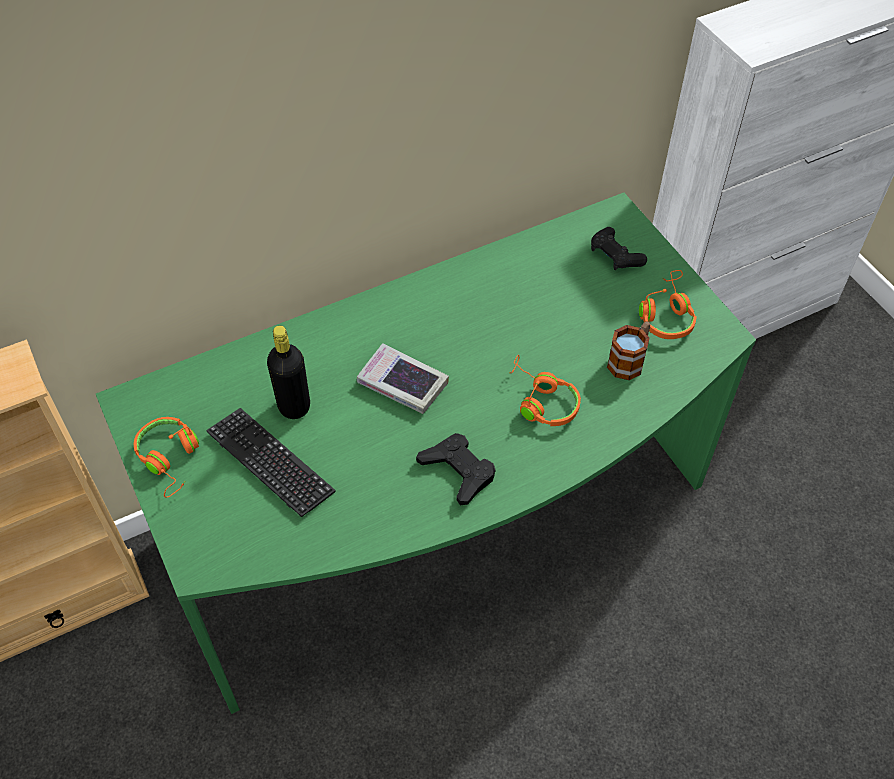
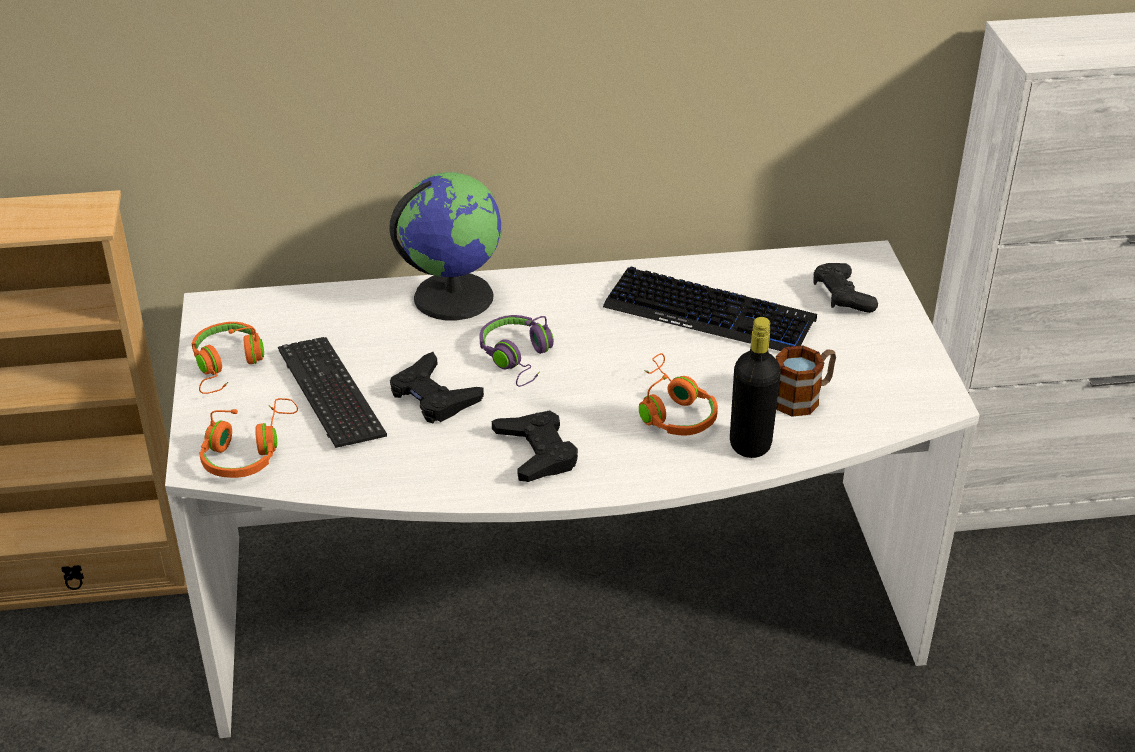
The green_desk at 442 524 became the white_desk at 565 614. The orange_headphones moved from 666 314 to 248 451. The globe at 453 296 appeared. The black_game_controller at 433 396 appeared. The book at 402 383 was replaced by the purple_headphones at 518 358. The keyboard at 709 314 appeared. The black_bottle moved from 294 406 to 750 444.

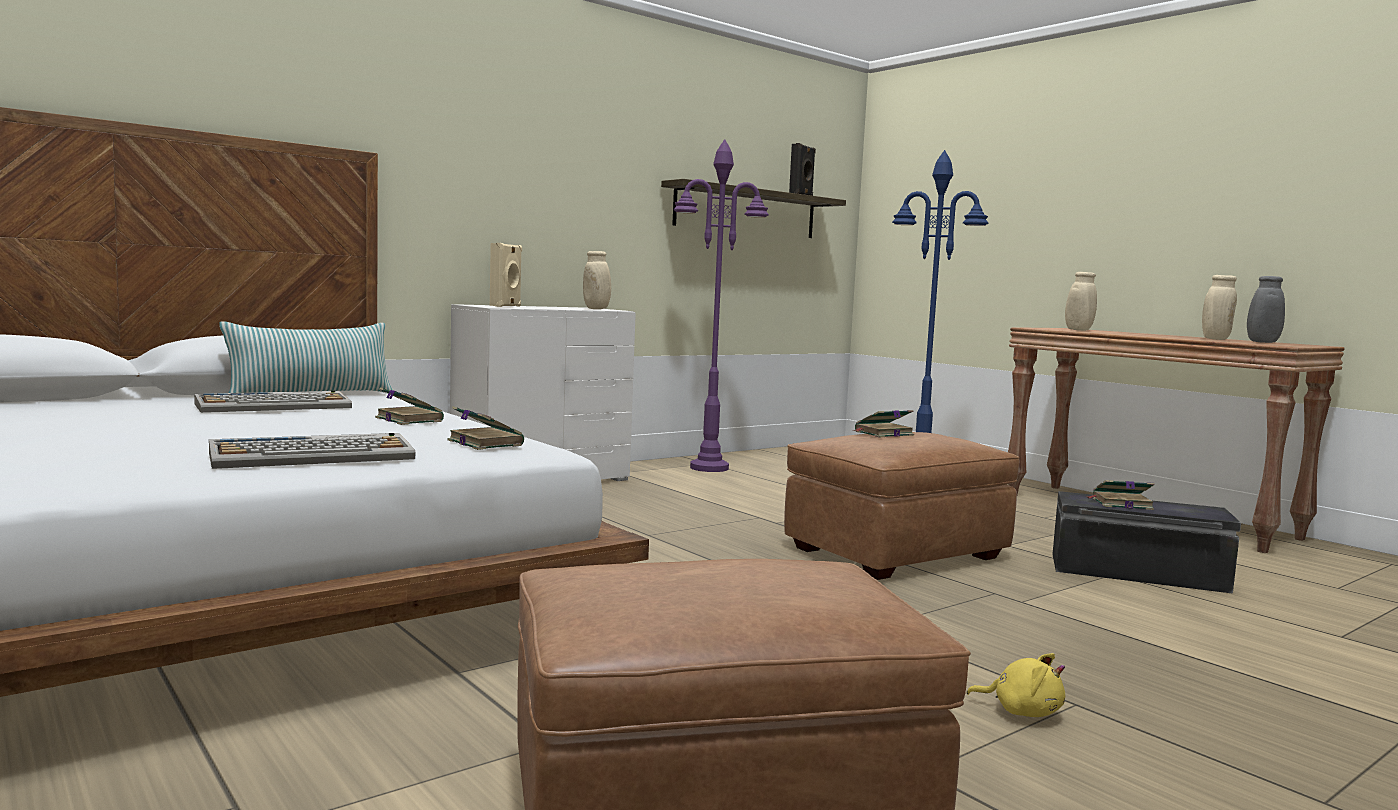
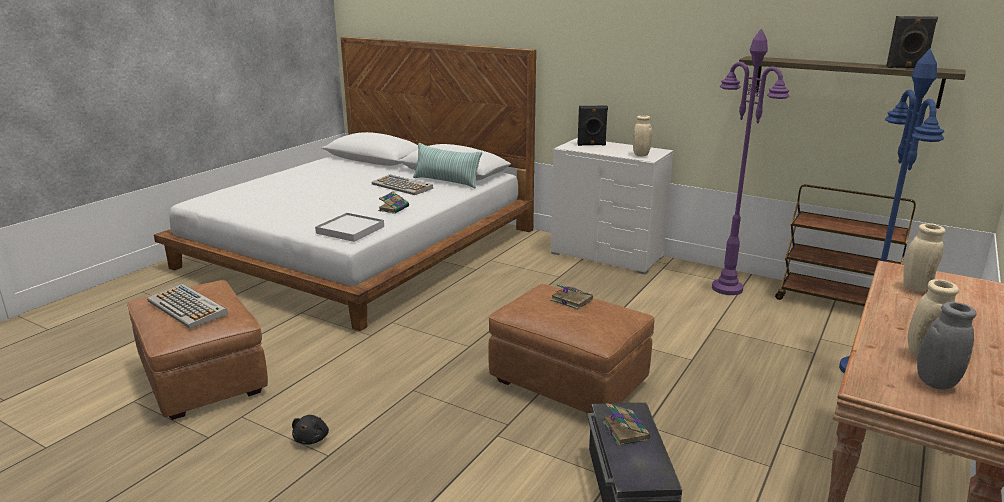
The keyboard moved from 314 455 to 188 307. The yellow_plush_toy at 1022 711 became the black_plush_toy at 312 439. The book at 484 442 was replaced by the white_tray at 350 230. The beige_speaker at 506 306 became the black_speaker at 591 145. The brown_cart at 834 302 appeared.

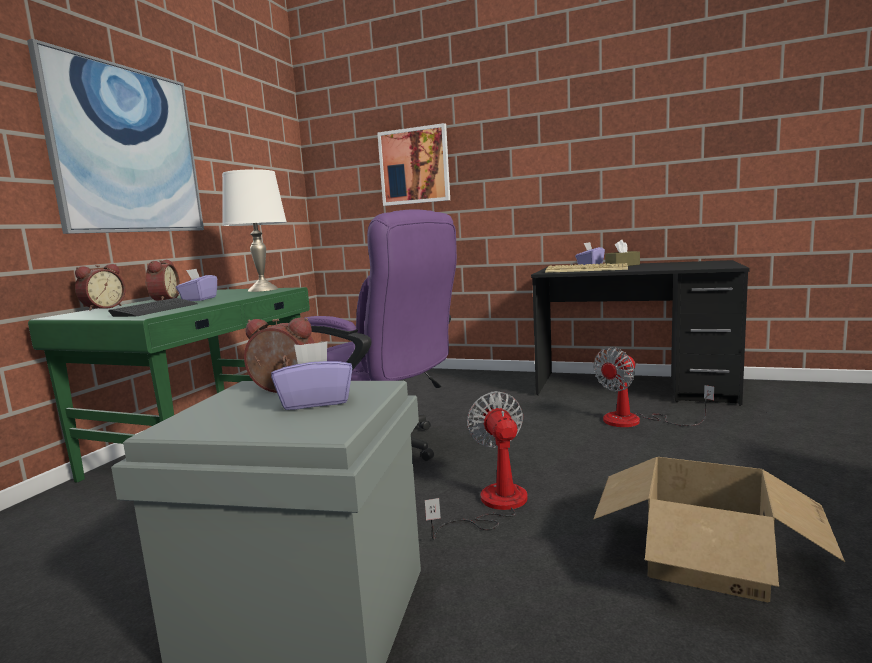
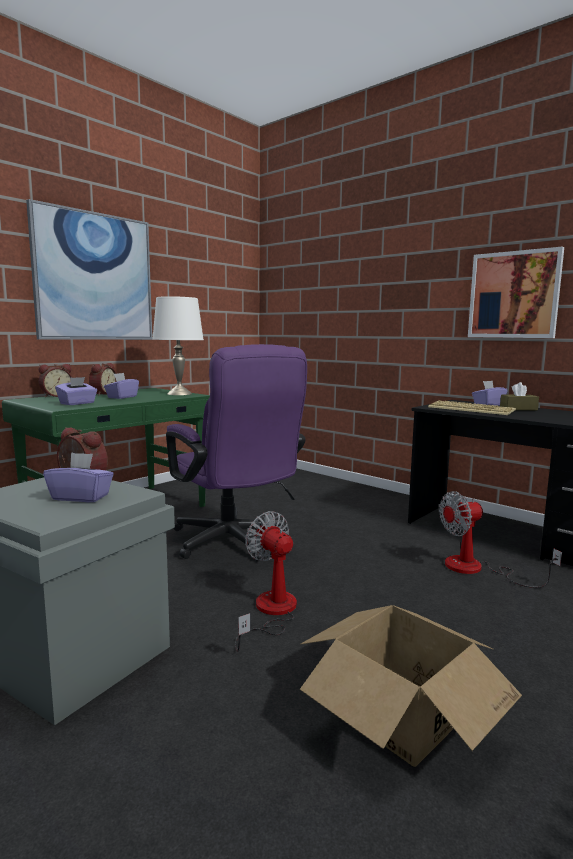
The keyboard at 156 310 was replaced by the purple_tissue_box at 77 403. The fan at 493 505 turned 45 degrees counterclockwise. The picture moved from 414 166 to 514 295.

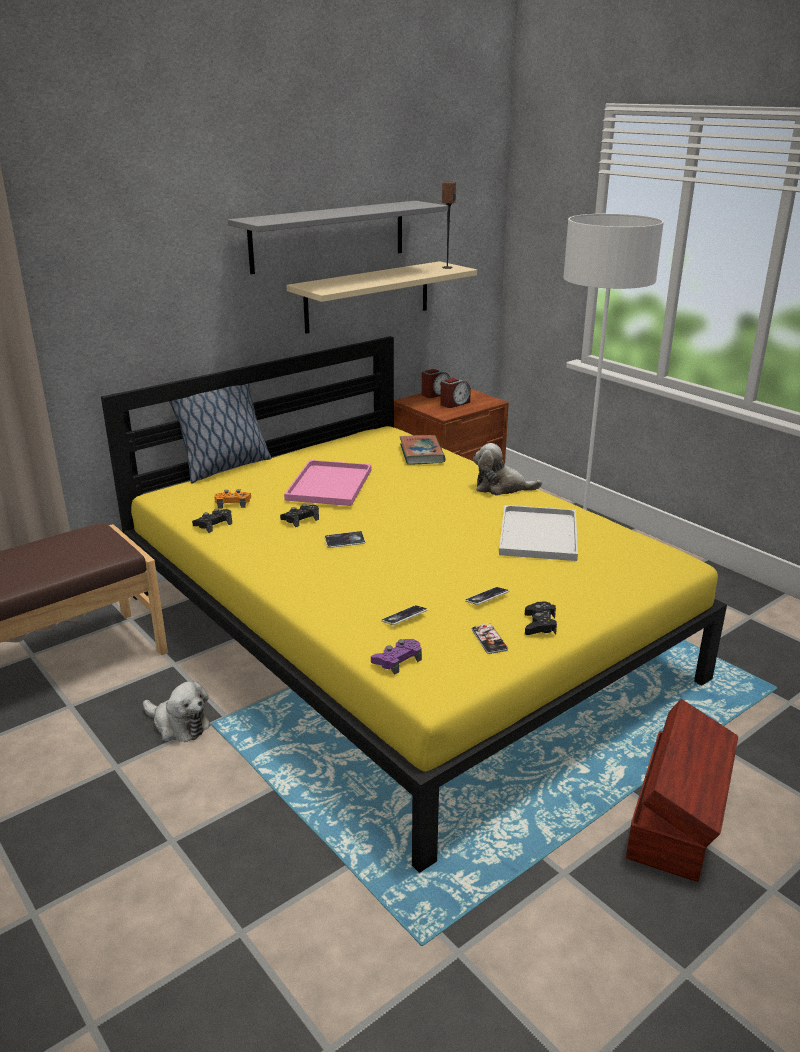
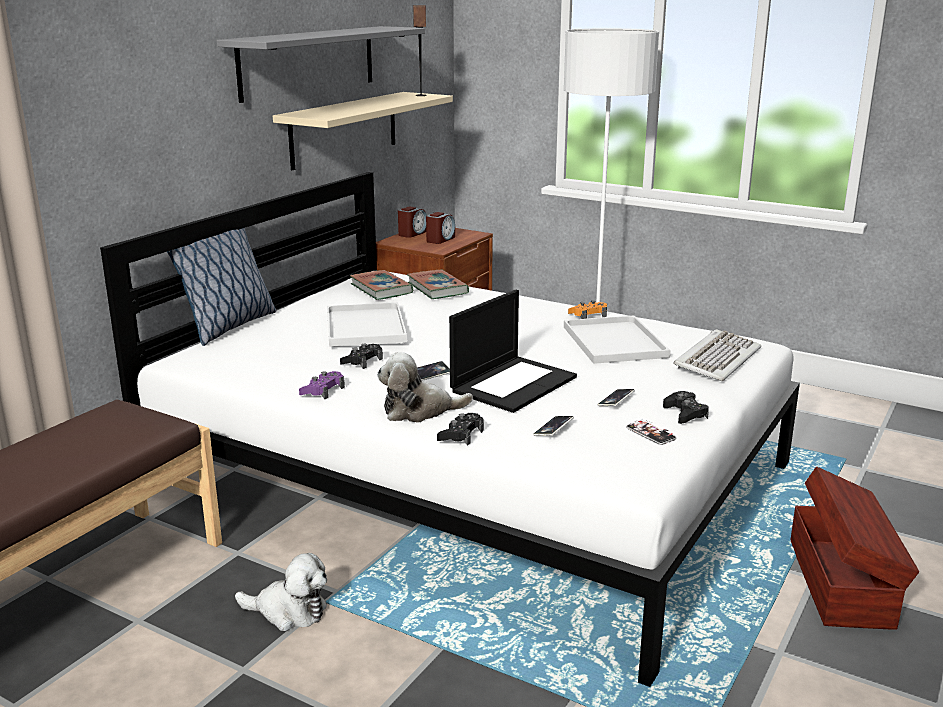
The yellow_bed at 401 634 became the white_bed at 472 477. The purple_game_controller moved from 397 660 to 322 391. The pink_tray at 330 485 became the white_tray at 366 327. The book at 381 289 appeared. The plush_toy moved from 501 487 to 419 410. The black_game_controller moved from 213 524 to 461 435. The laptop at 513 383 appeared. The orange_game_controller moved from 233 503 to 588 315. The keyboard at 716 359 appeared.

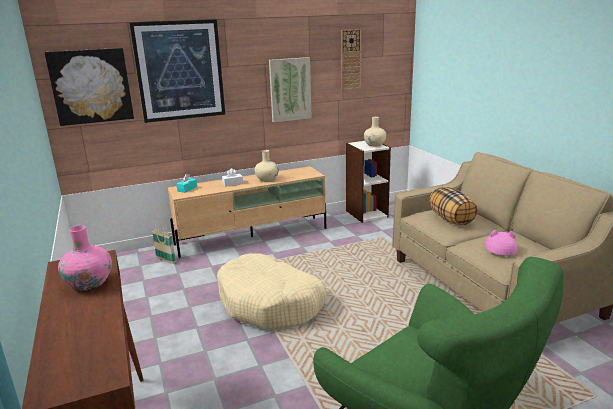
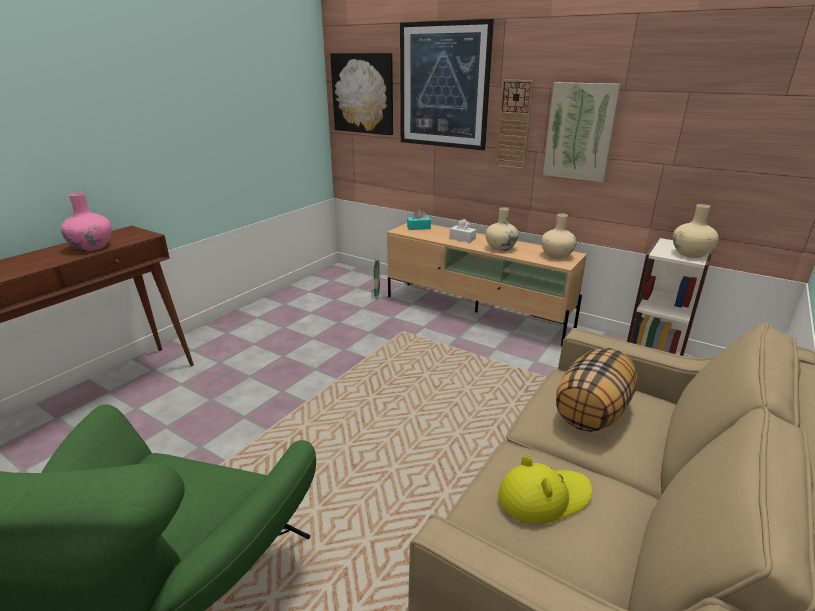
The wall_clock moved from 350 59 to 514 125. The pink_hat at 500 247 became the yellow_hat at 543 497. The beige_vase at 556 255 appeared. The beige_dog_bed at 270 303 disappeared.

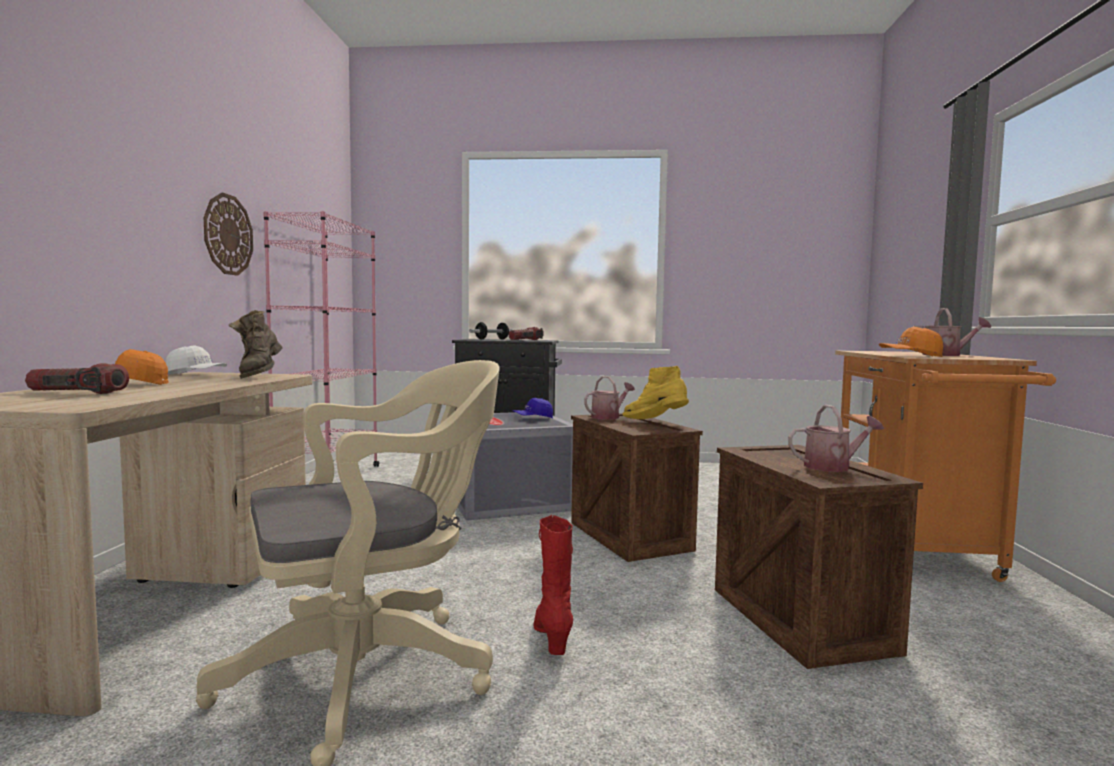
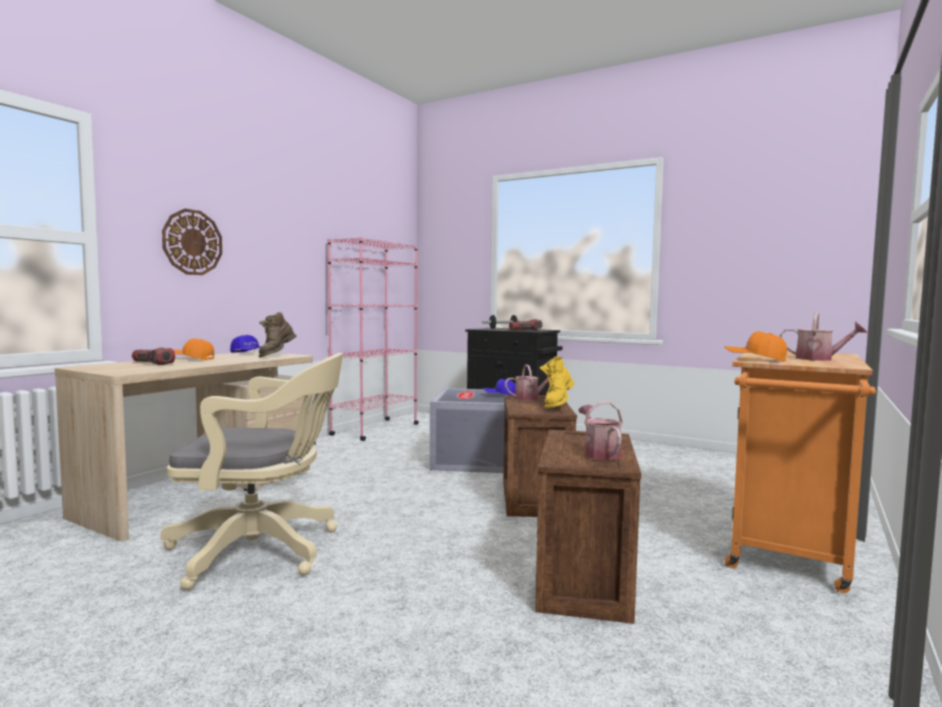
The wall_clock moved from 228 234 to 192 242. The white_cap at 196 374 became the blue_cap at 248 353. The yellow_boot at 655 422 turned 120 degrees counterclockwise. The watering_can at 833 466 turned 120 degrees counterclockwise. The red_boot at 552 636 disappeared.

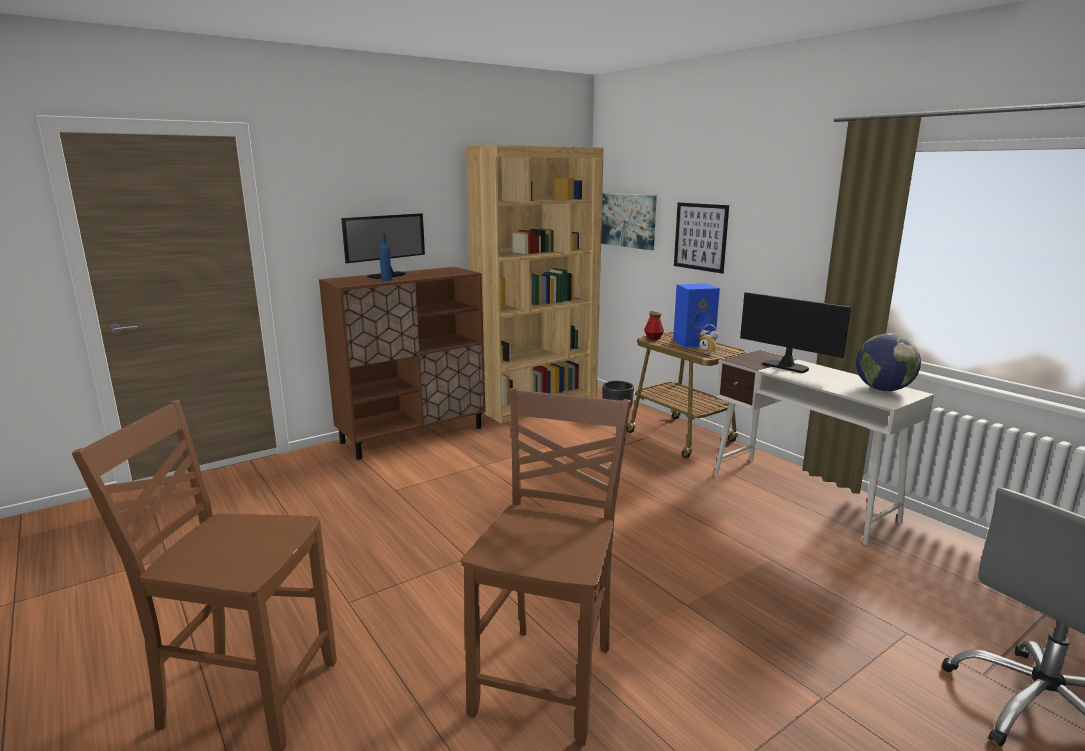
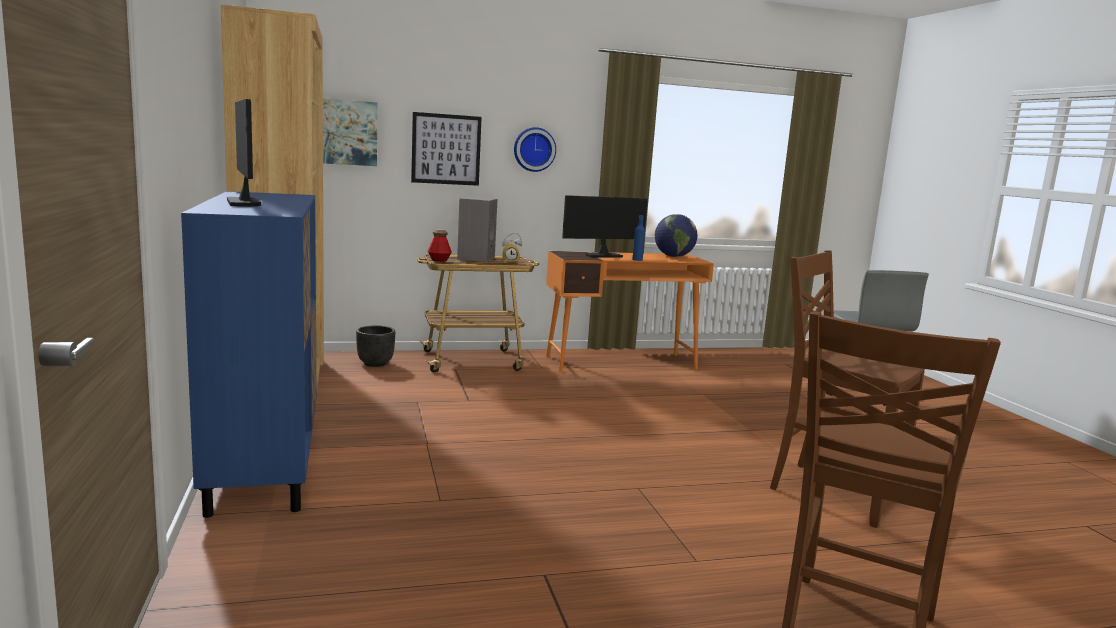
The brown_cabinet at 413 435 became the blue_cabinet at 265 463. The blue_speaker at 694 342 became the grey_speaker at 475 258. The wall_clock at 534 149 appeared. The white_desk at 802 497 became the orange_desk at 622 362. The blue_bottle moved from 386 280 to 637 260.

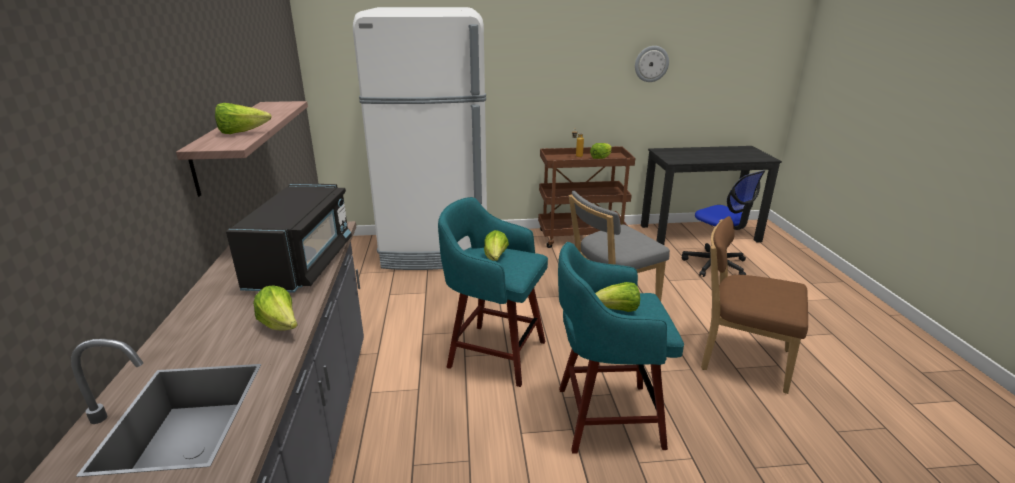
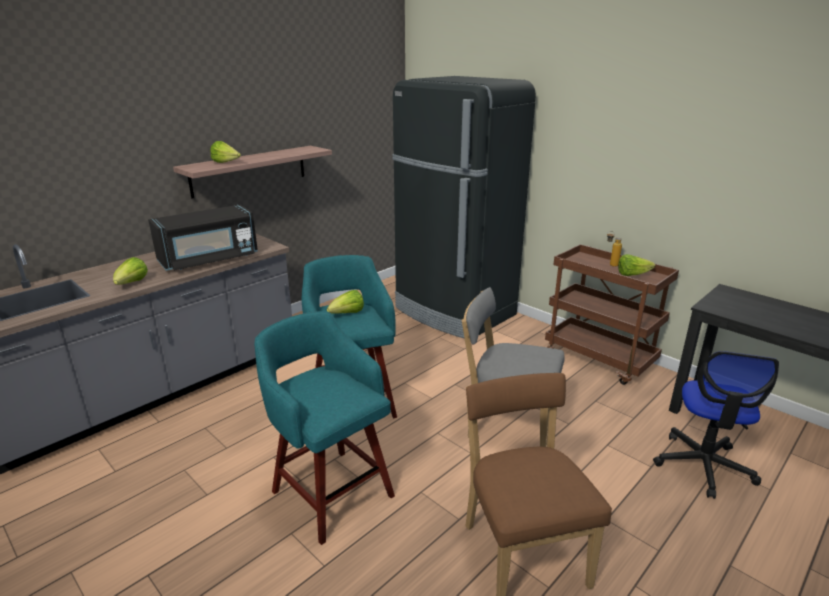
The white_fridge at 436 250 became the black_fridge at 454 312. The lettuce at 616 311 disappeared. The wall_clock at 651 64 disappeared.

